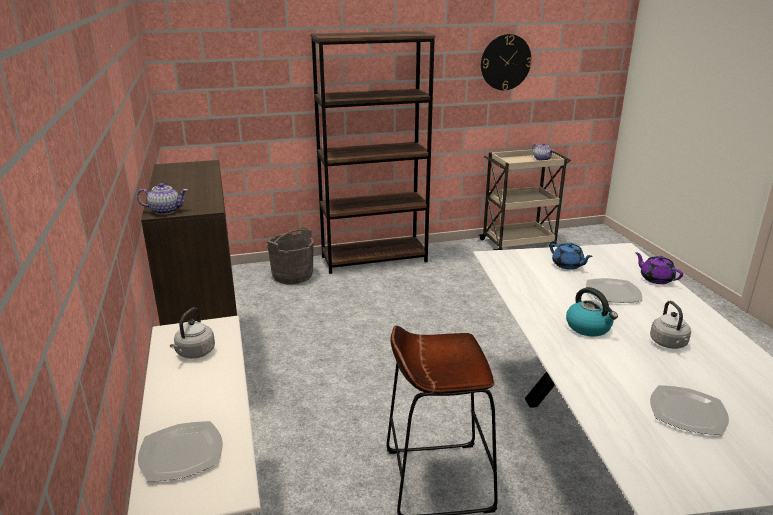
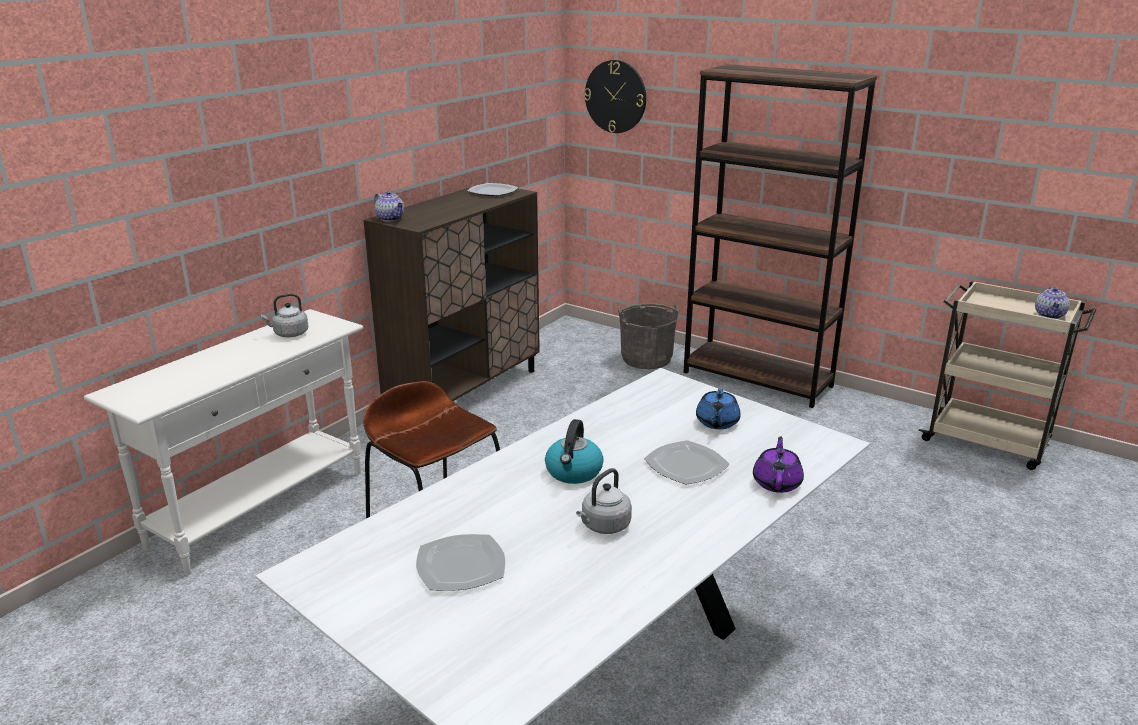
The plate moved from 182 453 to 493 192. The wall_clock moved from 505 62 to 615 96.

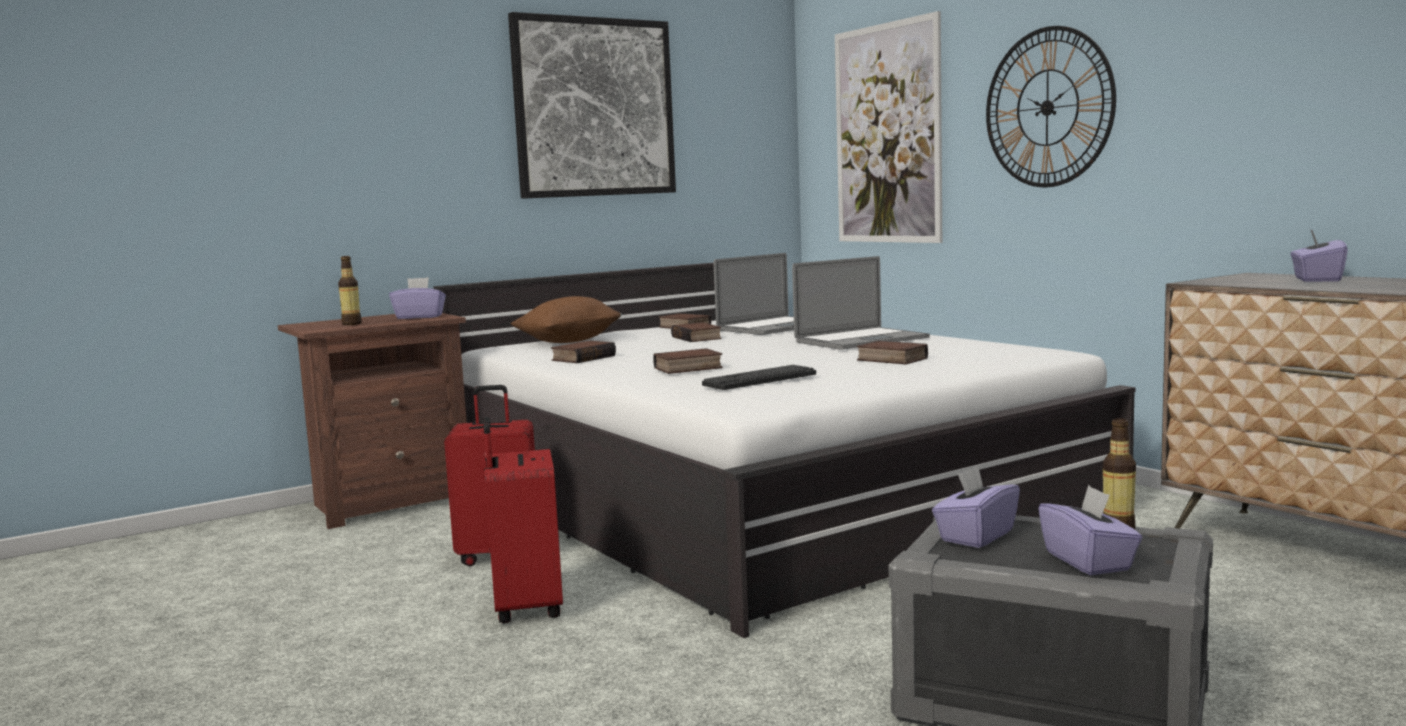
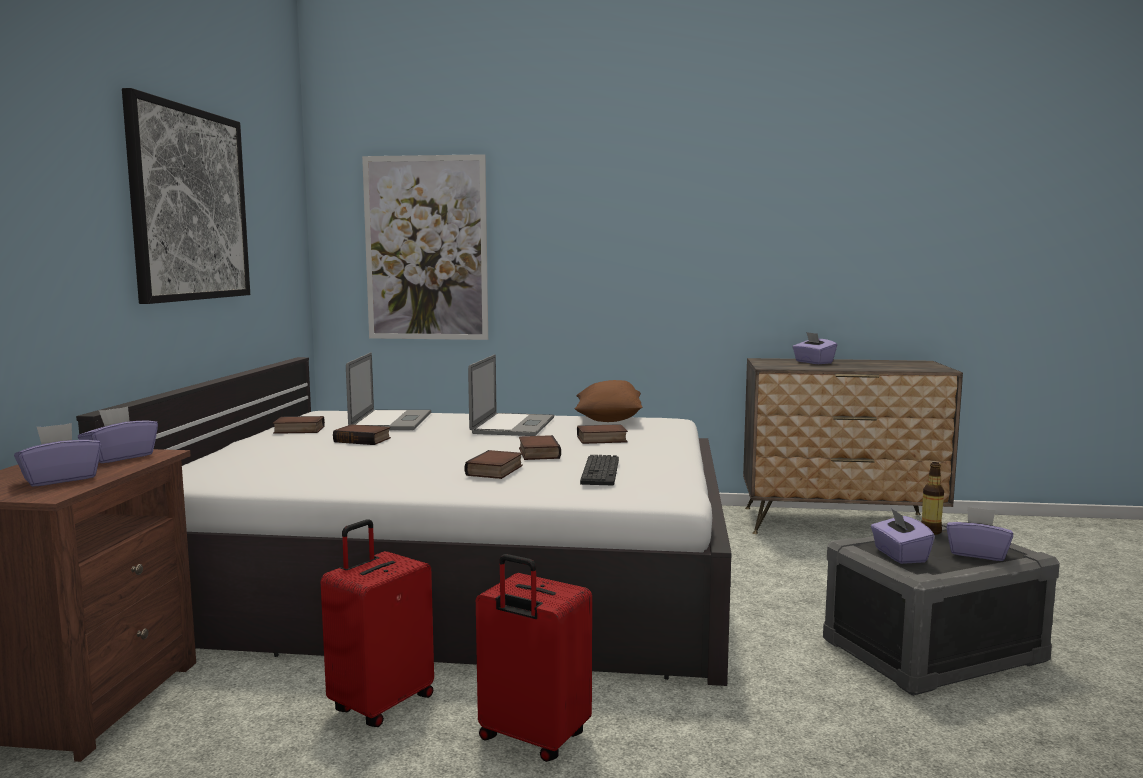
The bottle at 351 324 was replaced by the purple_tissue_box at 60 479. The book moved from 583 358 to 537 453. The brown_pillow moved from 568 342 to 608 420. The wall_clock at 1047 107 disappeared.

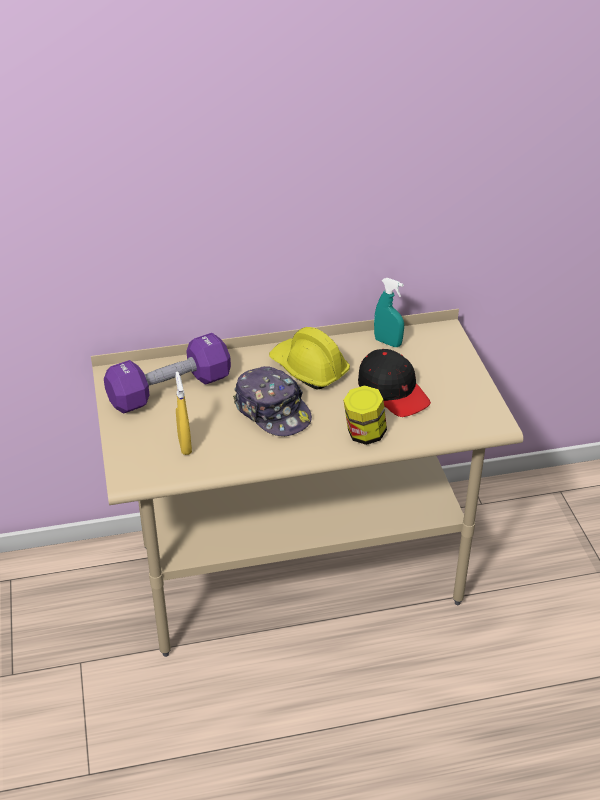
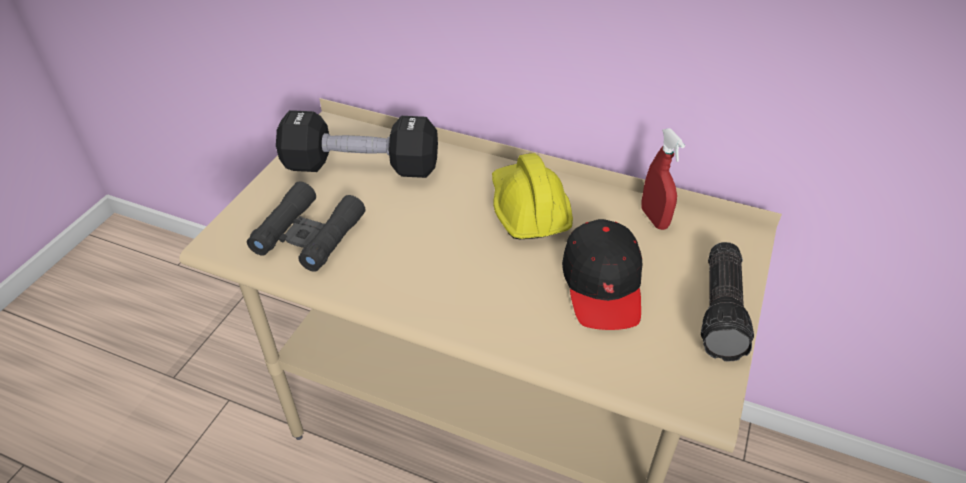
The yellow_spray_bottle at 185 445 was replaced by the black_binoculars at 309 234. The purple_dumbbell at 170 390 became the black_dumbbell at 361 167. The turquoise_spray_bottle at 387 342 became the red_spray_bottle at 654 218. The flashlight at 723 311 appeared. The cap at 272 411 disappeared. The jar at 364 434 disappeared.

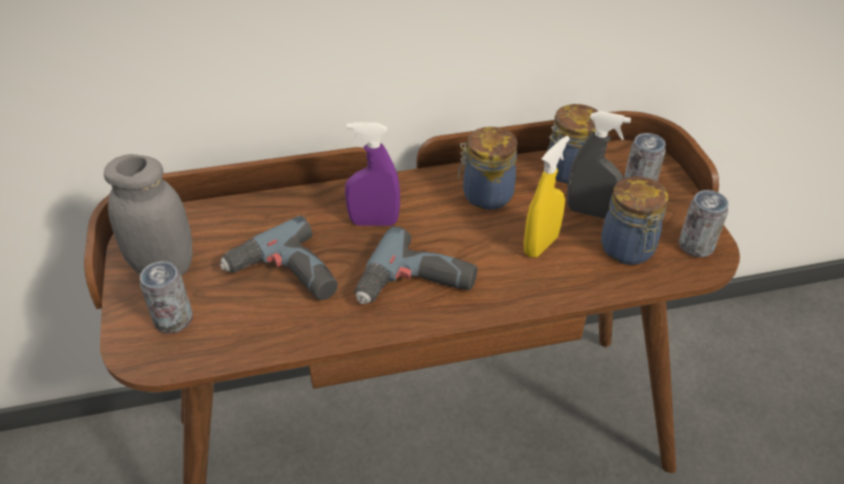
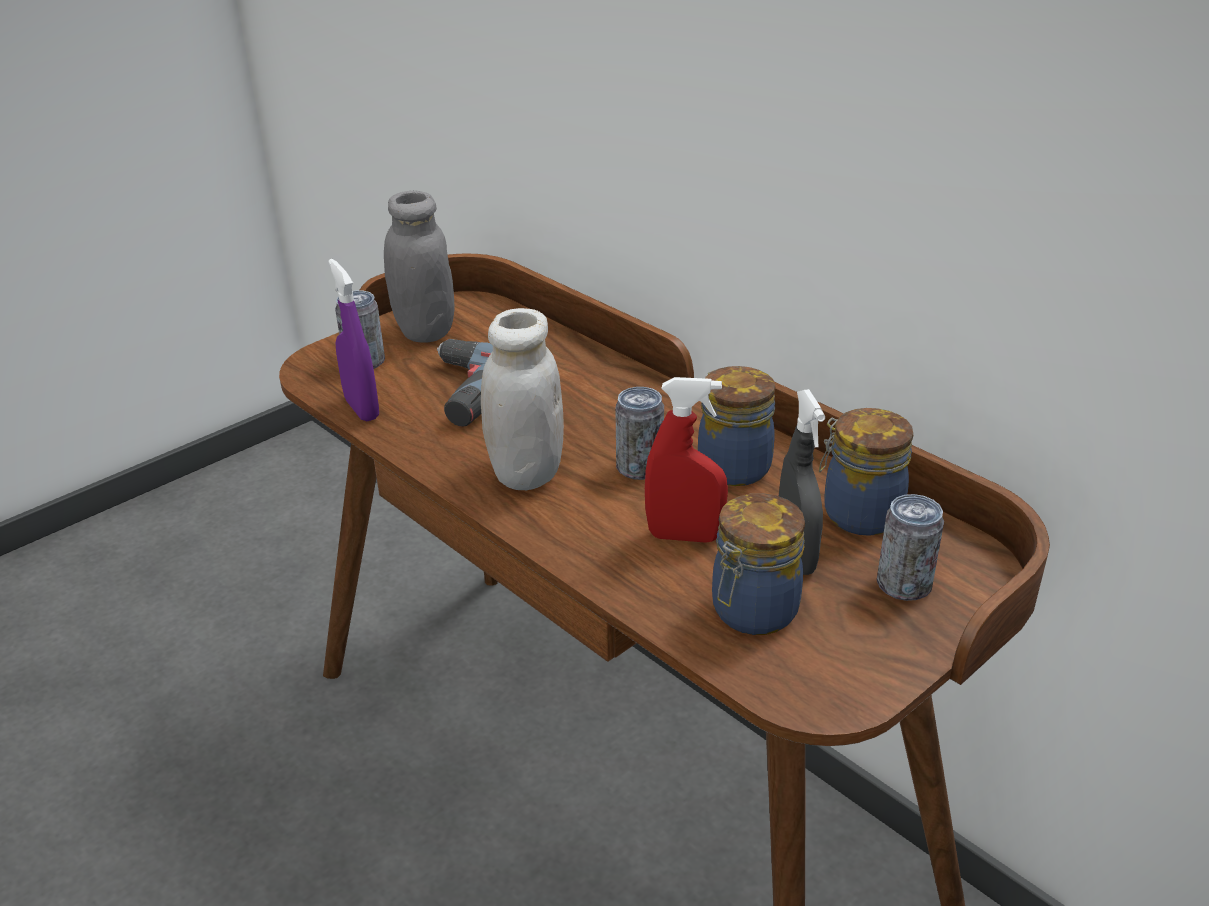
The purple_spray_bottle moved from 374 222 to 362 409. The power_drill at 416 286 was replaced by the white_jar at 526 473. The can moved from 695 246 to 639 468. The yellow_spray_bottle at 541 245 became the red_spray_bottle at 684 536.

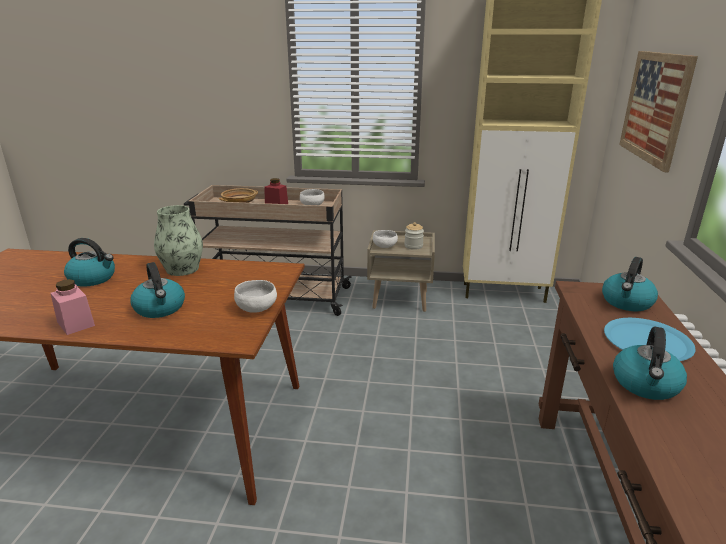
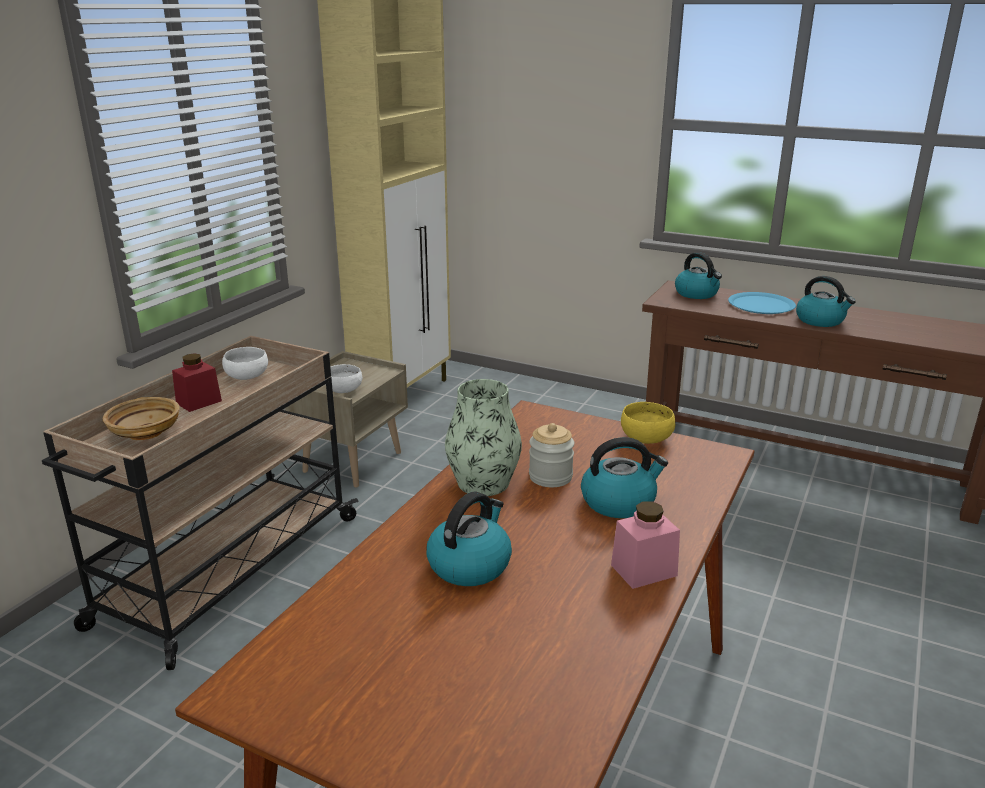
The jar moved from 413 246 to 550 477. The white_bowl at 257 308 became the yellow_bowl at 645 438. The picture at 655 107 disappeared.

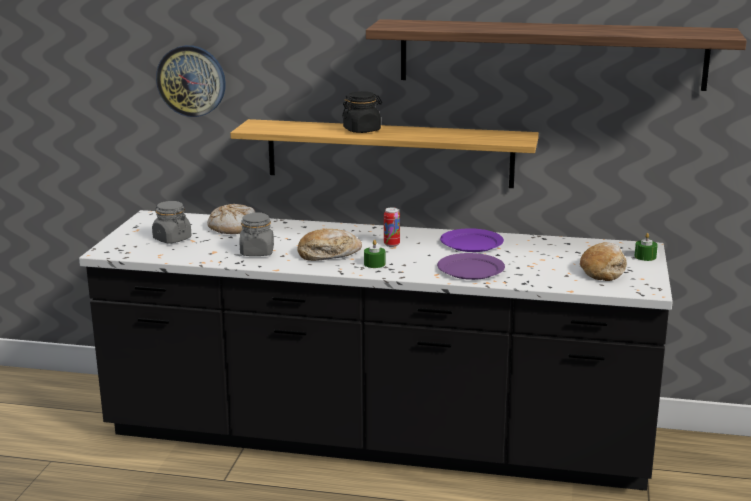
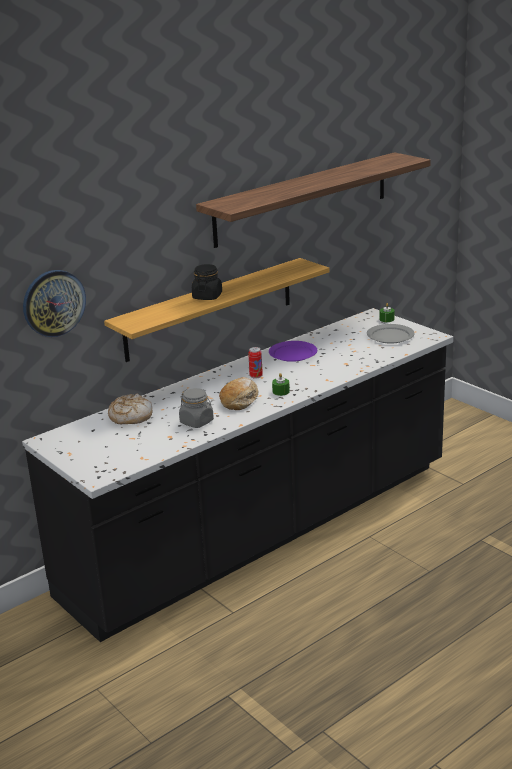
The bread at 603 270 was replaced by the grey_plate at 390 336. The grey_jar at 172 239 disappeared. The purple_plate at 470 269 disappeared.

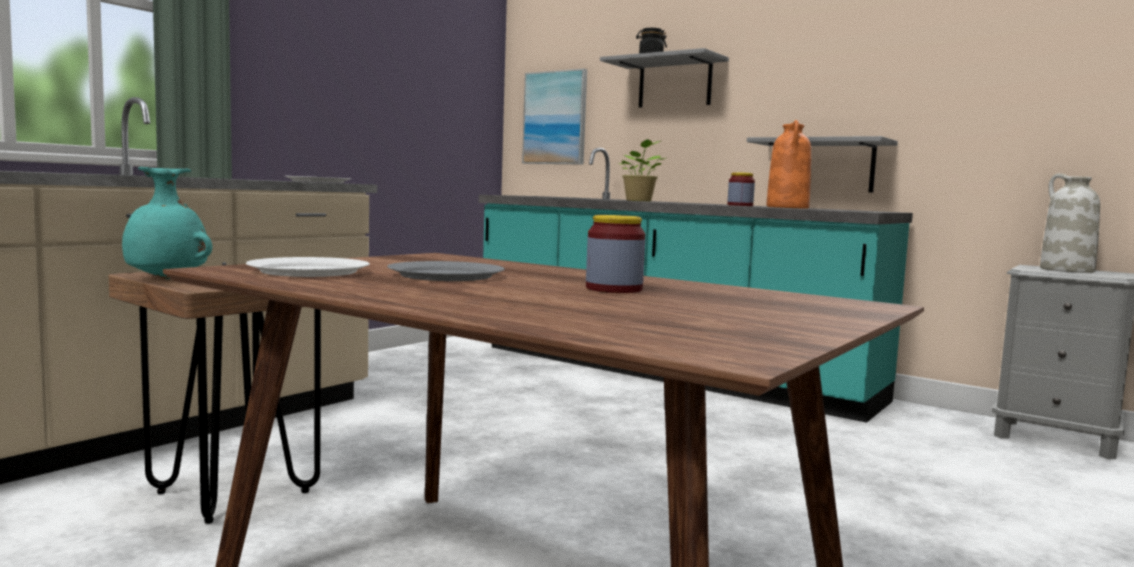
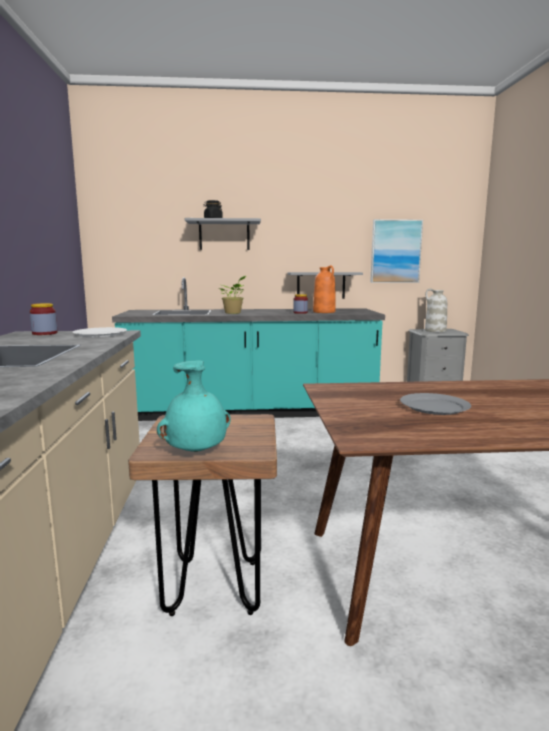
The jar moved from 614 289 to 45 333. The picture moved from 555 118 to 395 251. The white_plate at 309 271 disappeared.

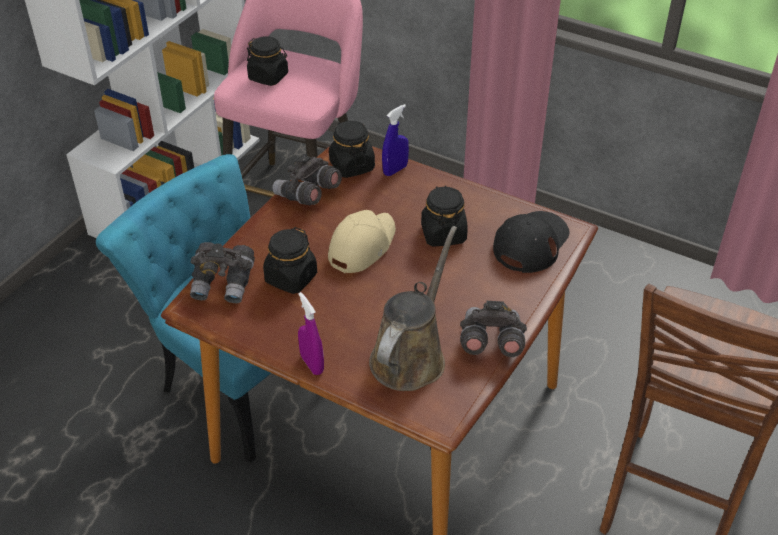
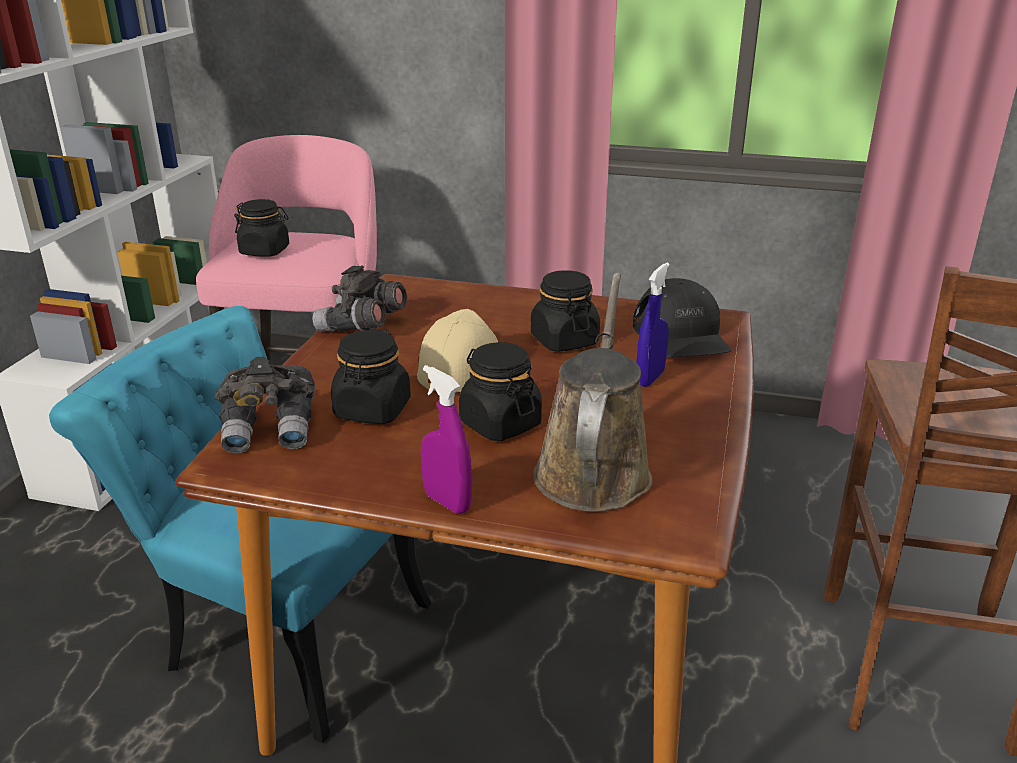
The black_jar moved from 351 166 to 499 424. The black_cap at 531 243 turned 150 degrees clockwise. The blue_spray_bottle moved from 395 170 to 650 378. The grey_binoculars at 490 343 disappeared.

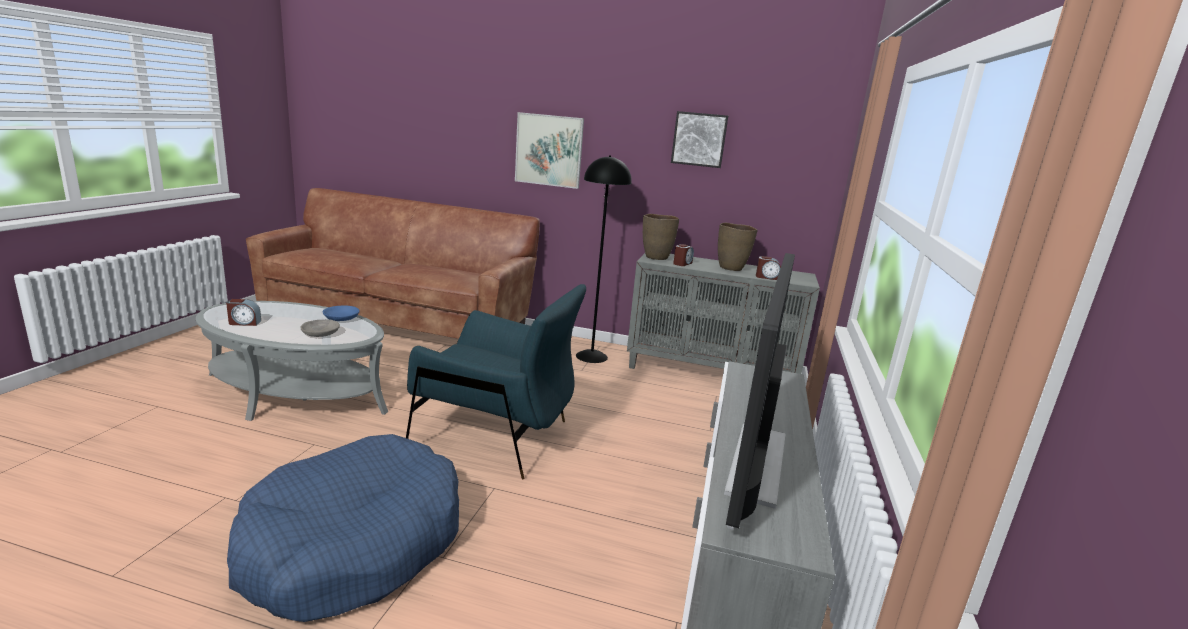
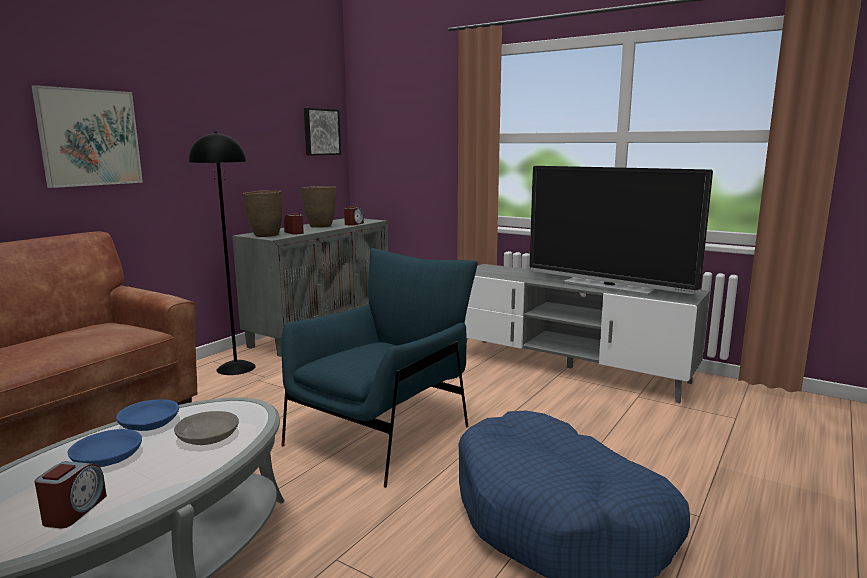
The blue_bowl at 106 458 appeared. The picture moved from 699 139 to 321 132.

